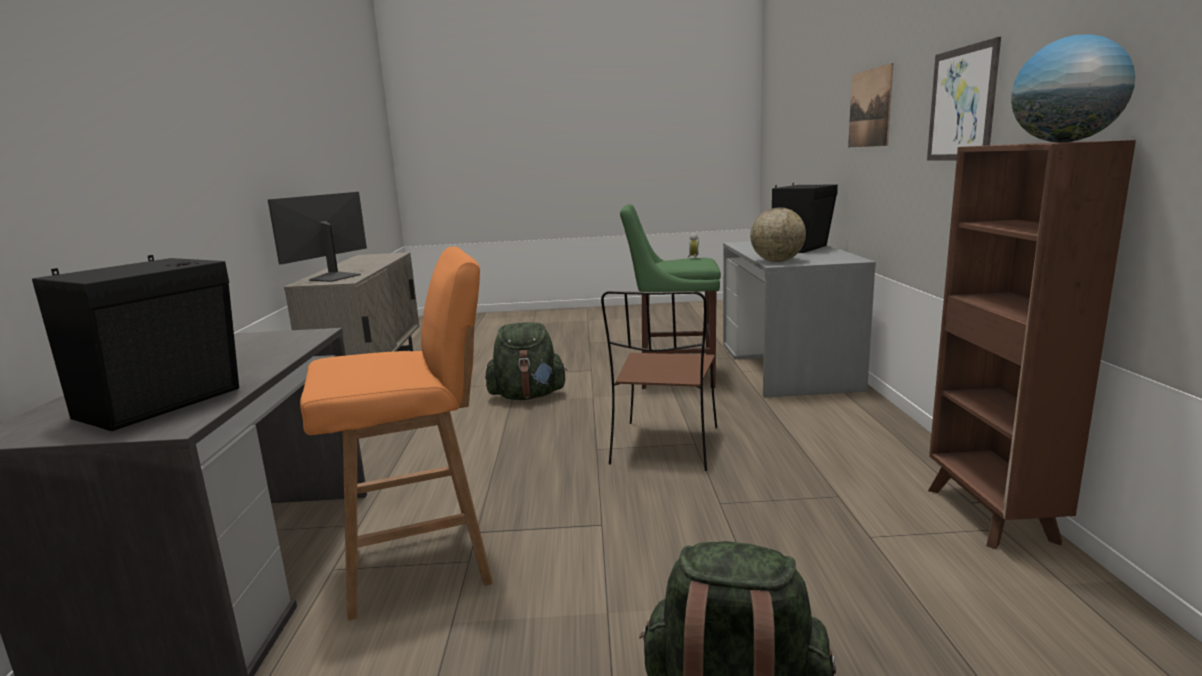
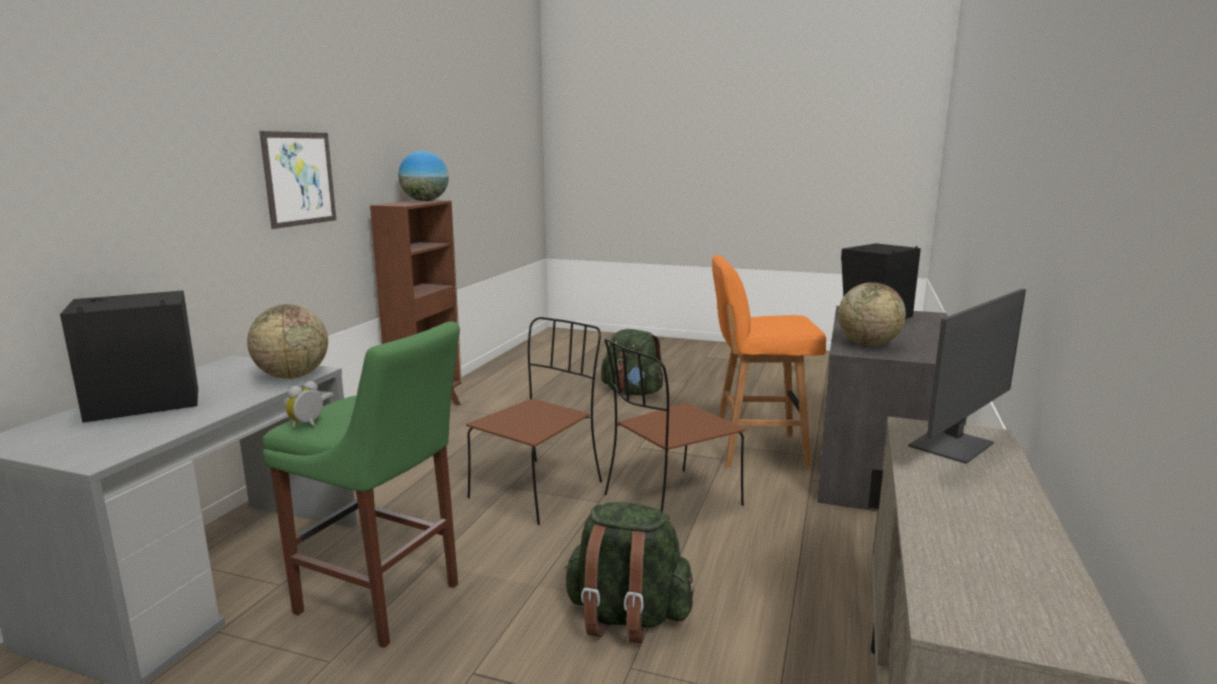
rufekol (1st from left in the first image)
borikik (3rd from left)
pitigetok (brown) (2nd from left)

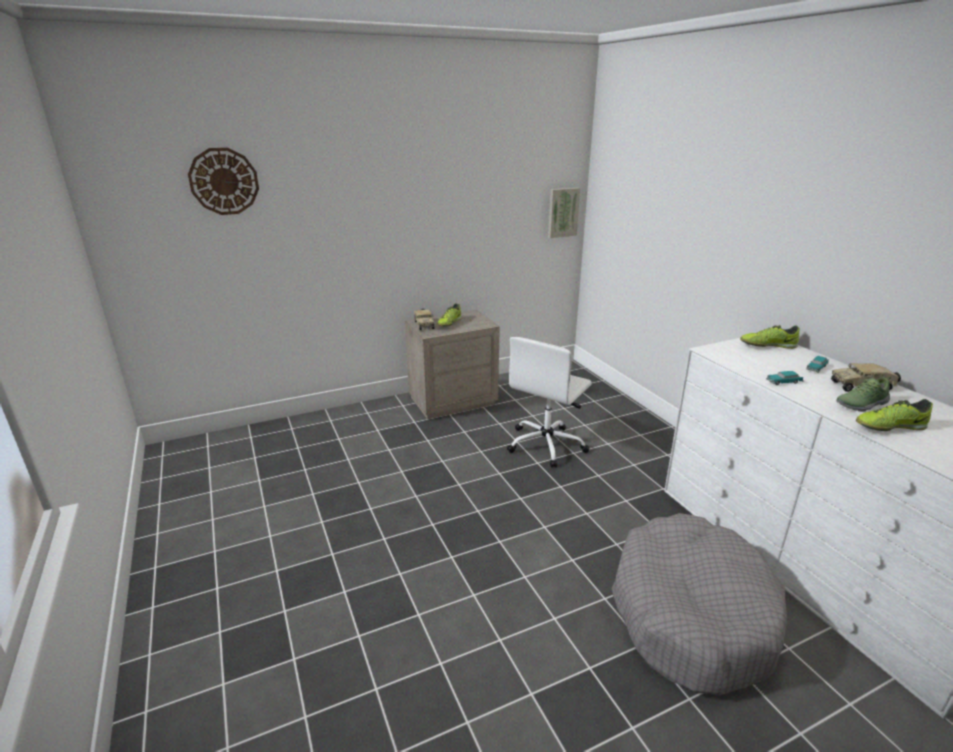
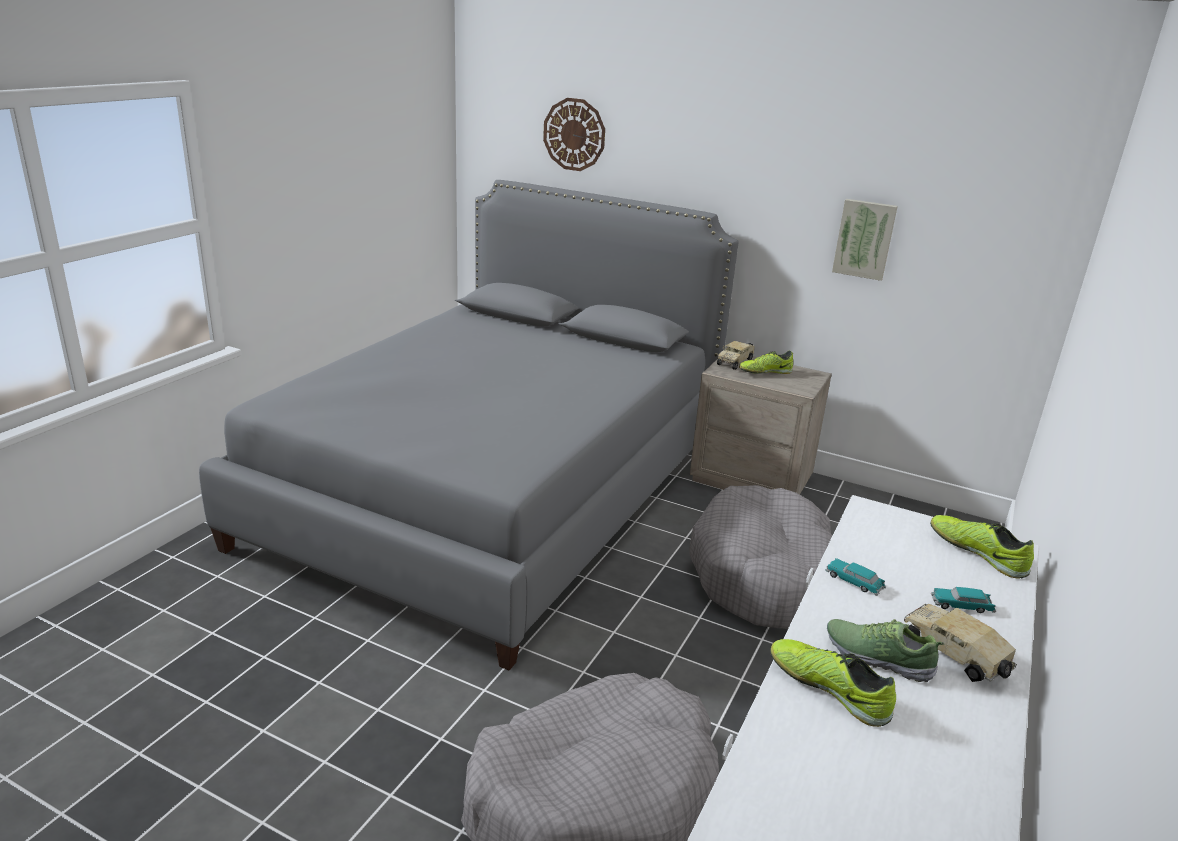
rufekol
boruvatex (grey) (2nd from left)
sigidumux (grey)

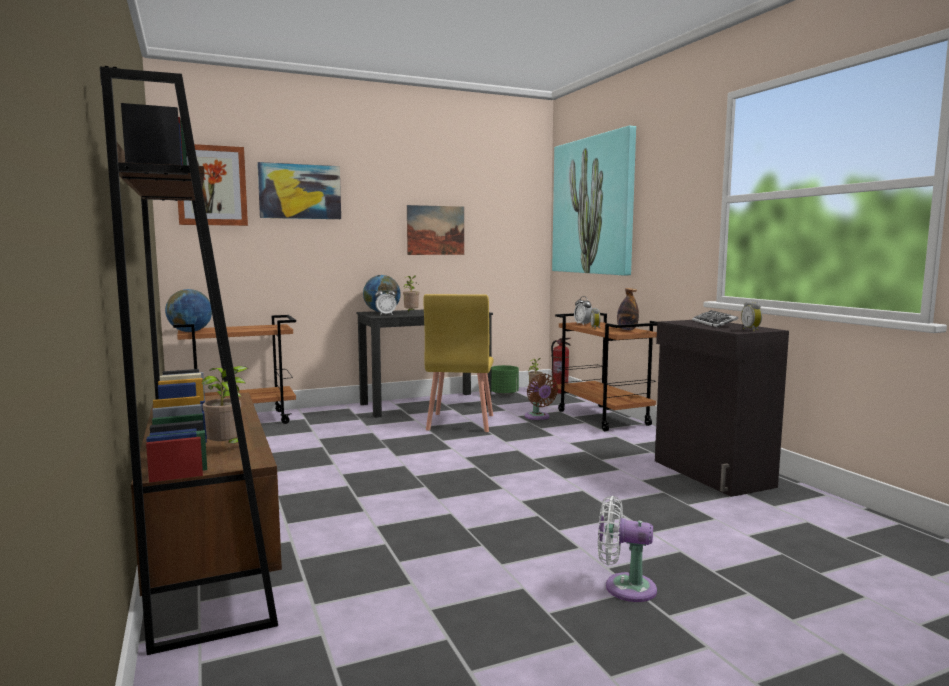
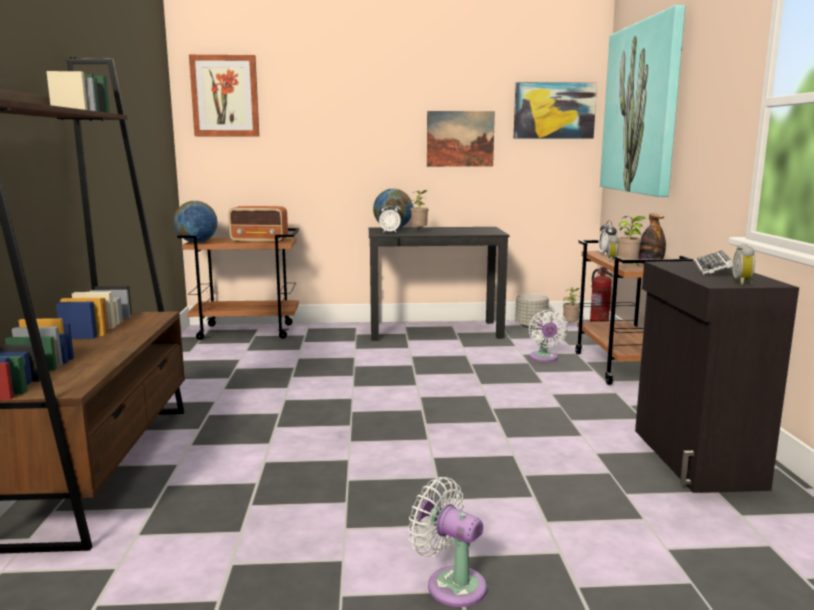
rufekol (3rd from left)
pitigetok (yellow)
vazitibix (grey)
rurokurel (3rd from left)
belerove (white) (2nd from left)
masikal

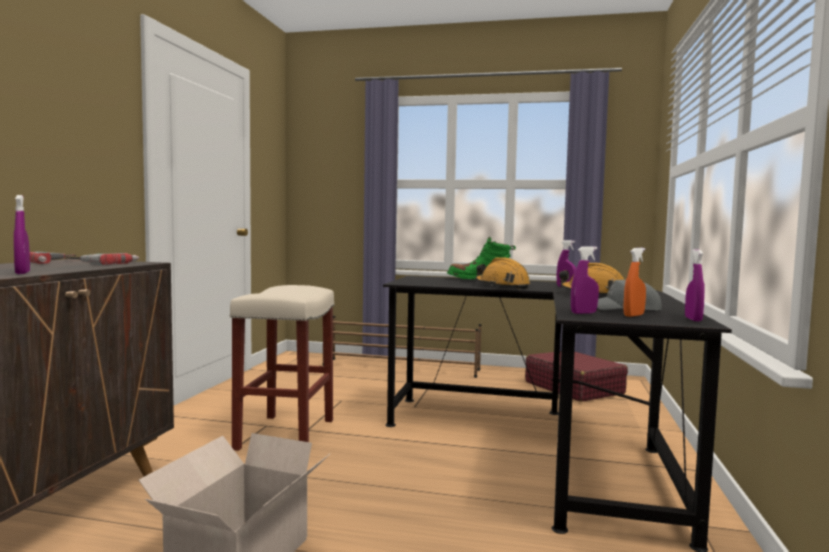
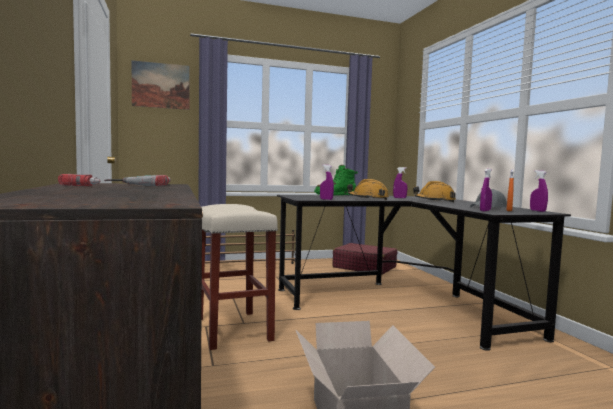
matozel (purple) (1st from left)
rufekol

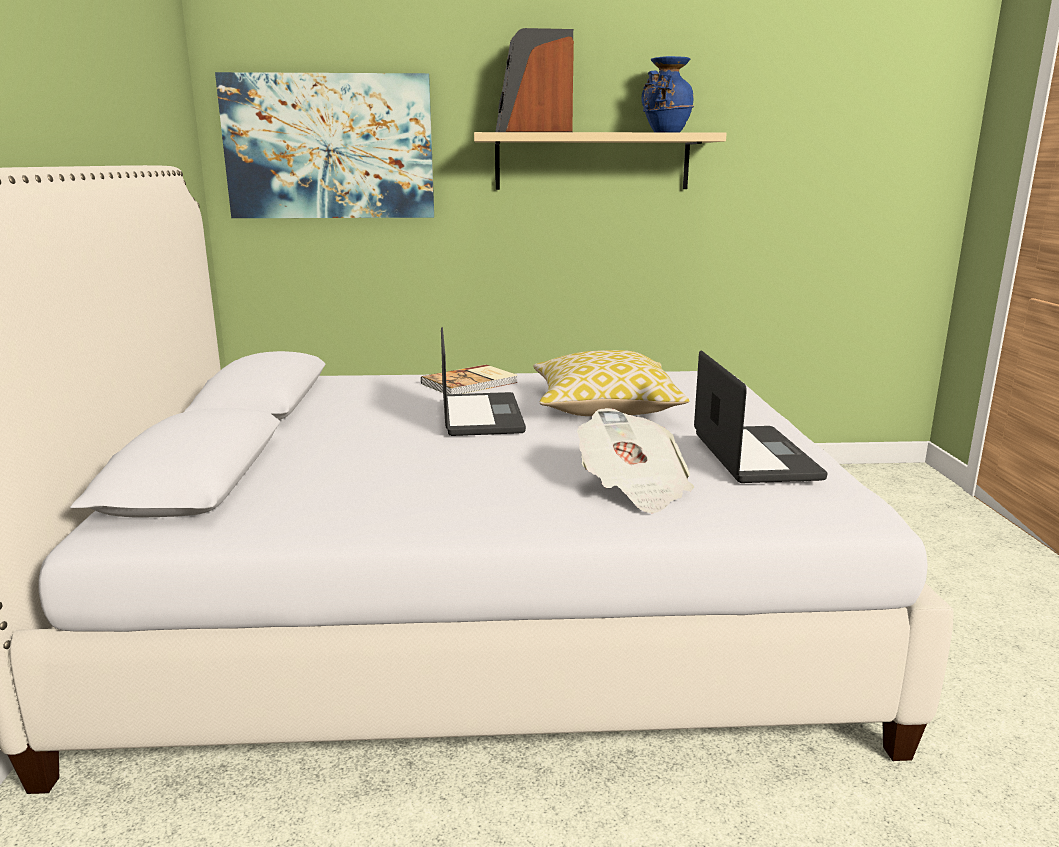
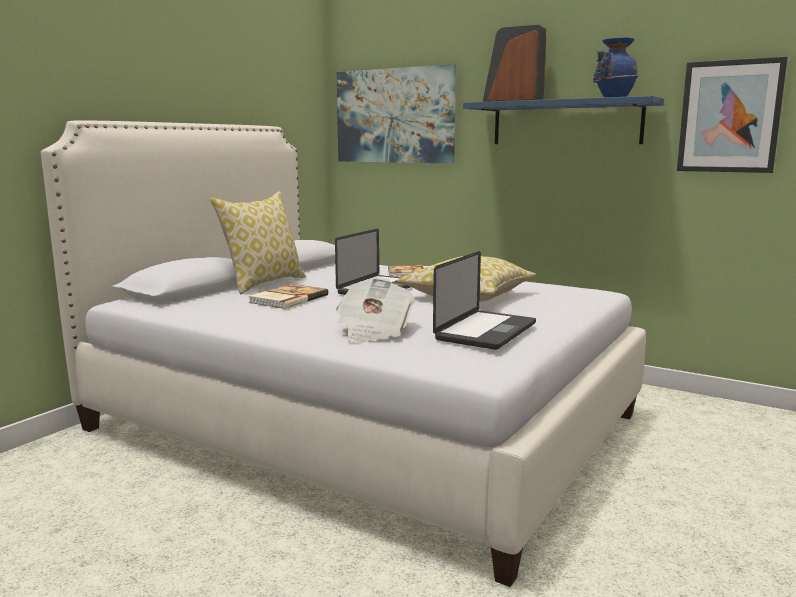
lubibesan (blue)
rufekol (2nd from left)
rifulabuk (1st from left)
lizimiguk (1st from left)

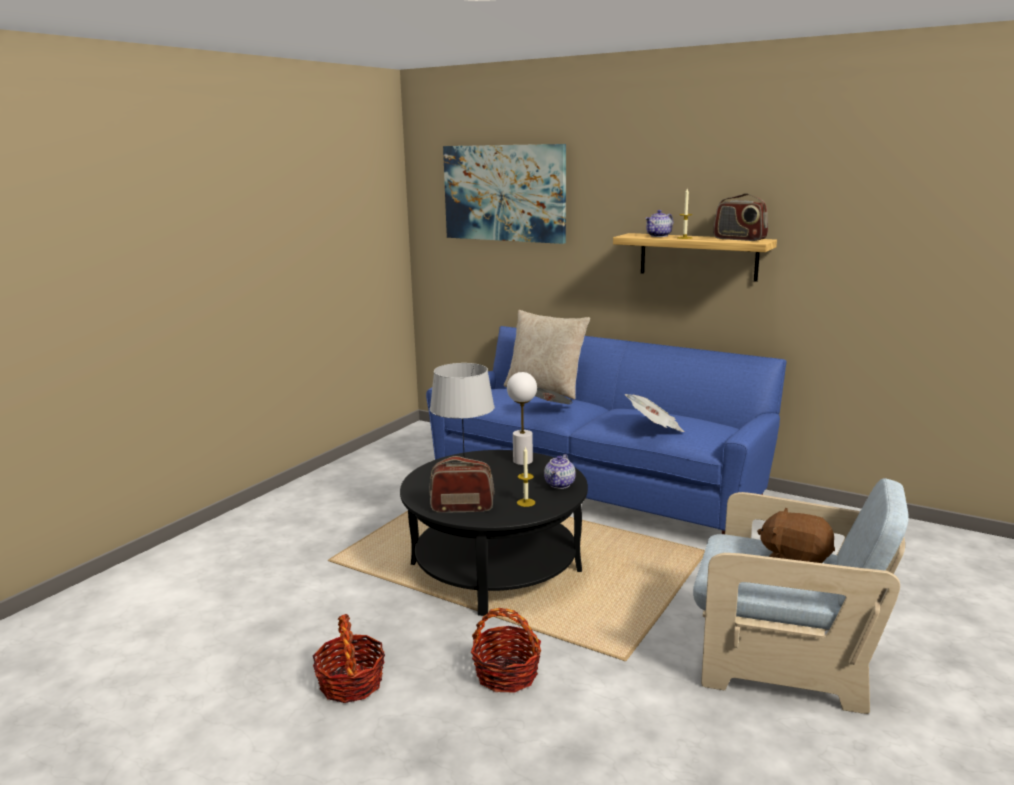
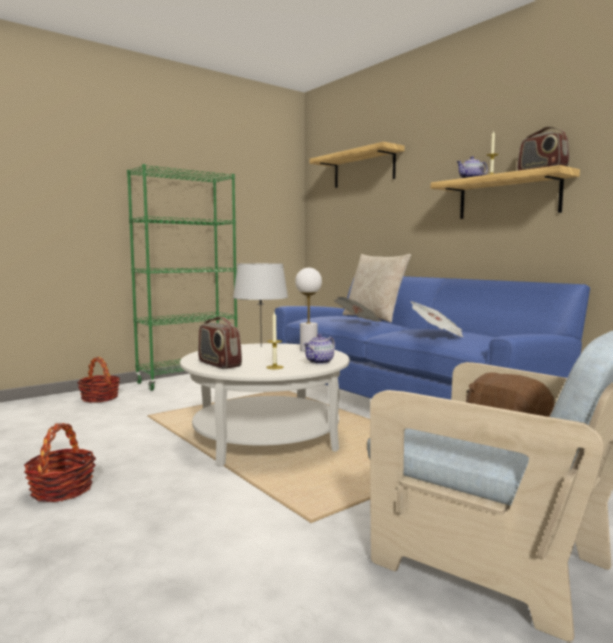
lubibesan (1st from left)
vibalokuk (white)
masikal (1st from left)
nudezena (2nd from left)
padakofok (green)

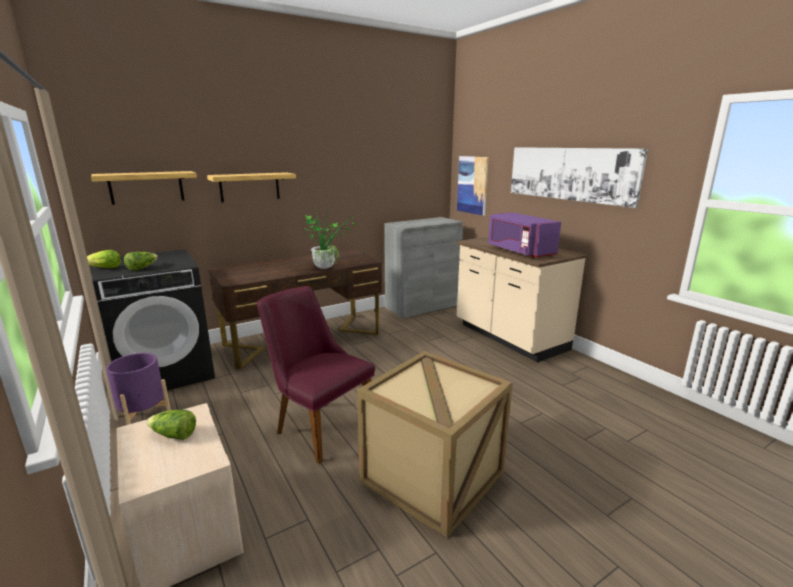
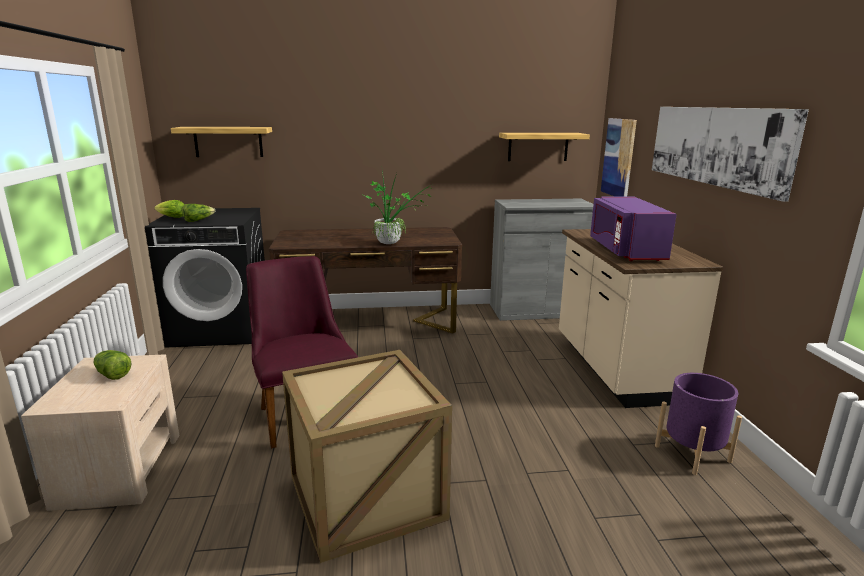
lubibesan (2nd from left)
vazitibix (purple)

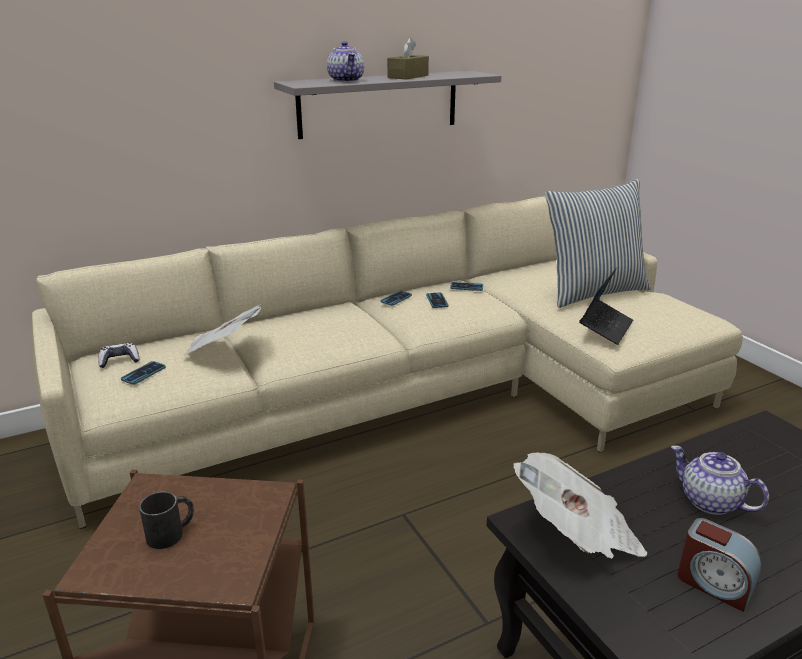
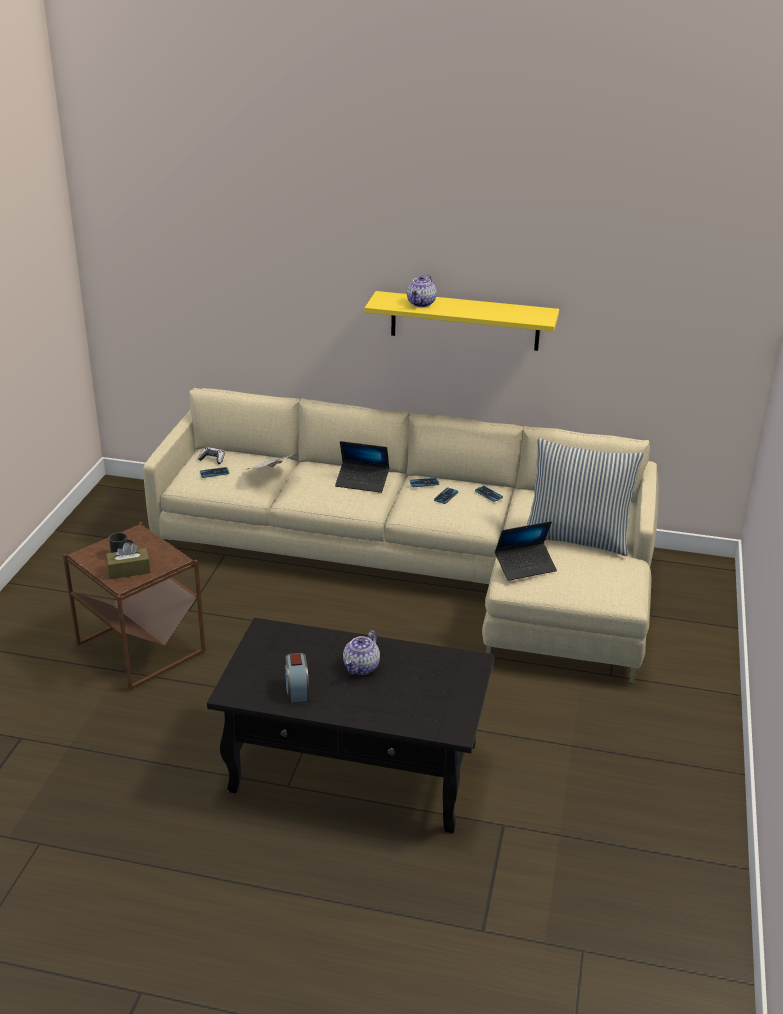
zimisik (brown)
lubibesan (yellow)
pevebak (1st from left)
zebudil (2nd from left in the first image)
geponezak (1st from left)

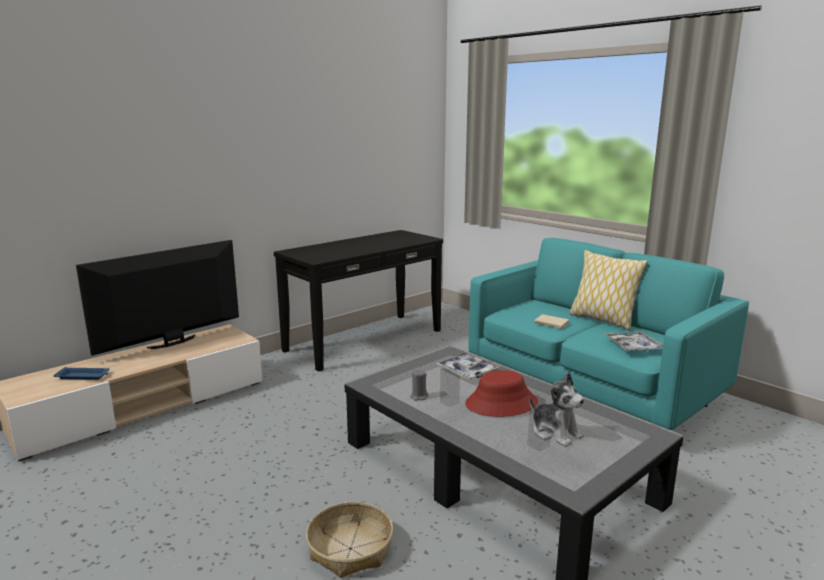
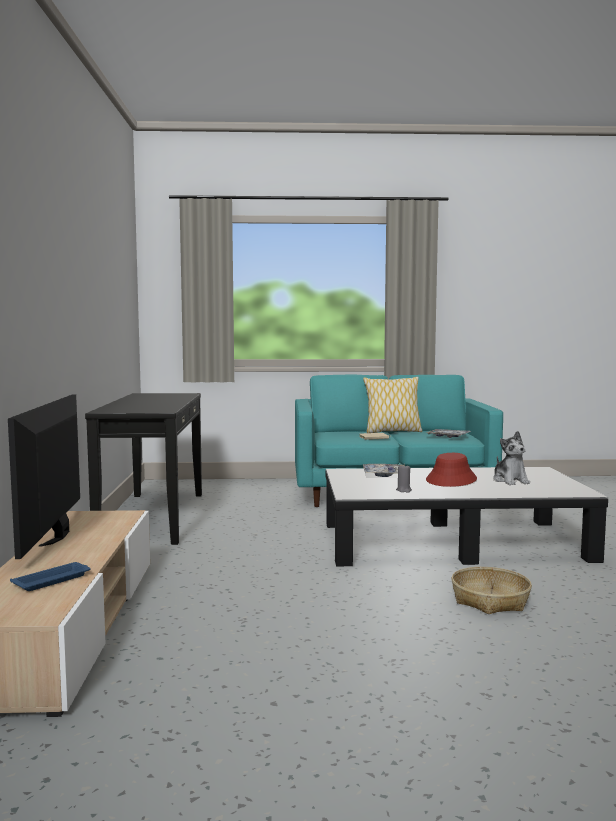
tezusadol

